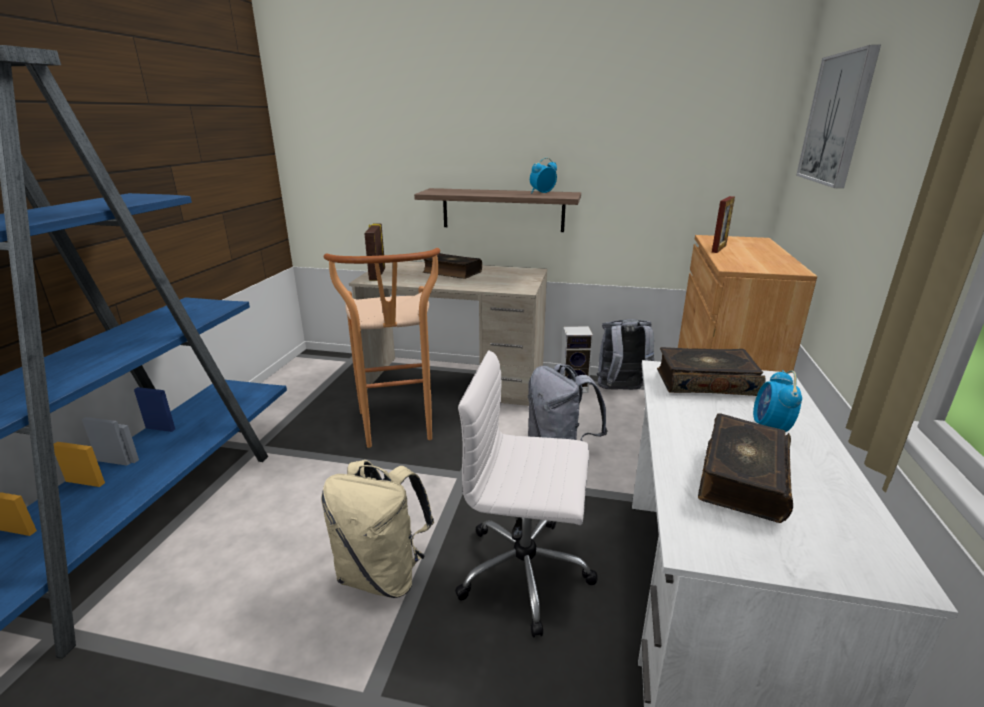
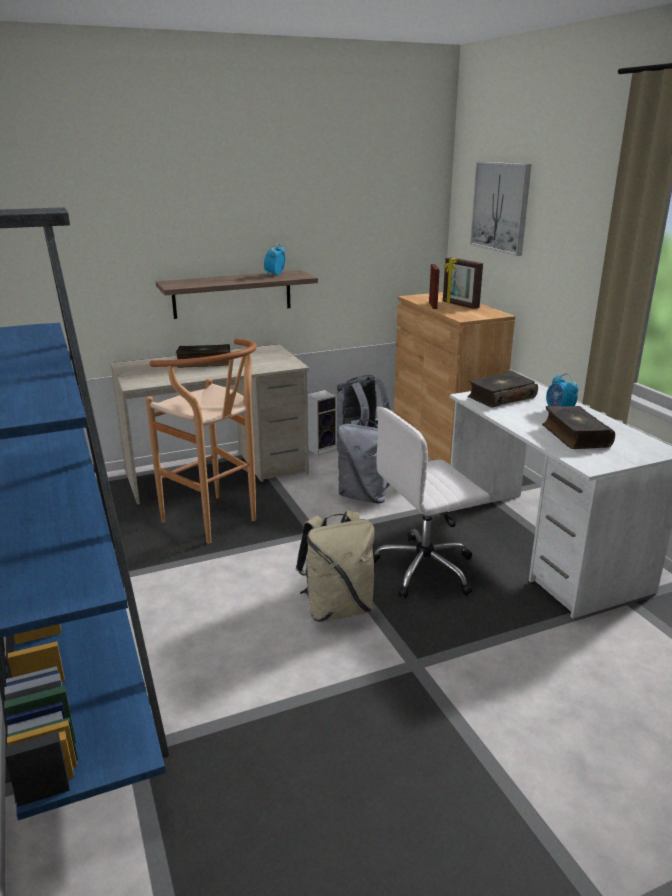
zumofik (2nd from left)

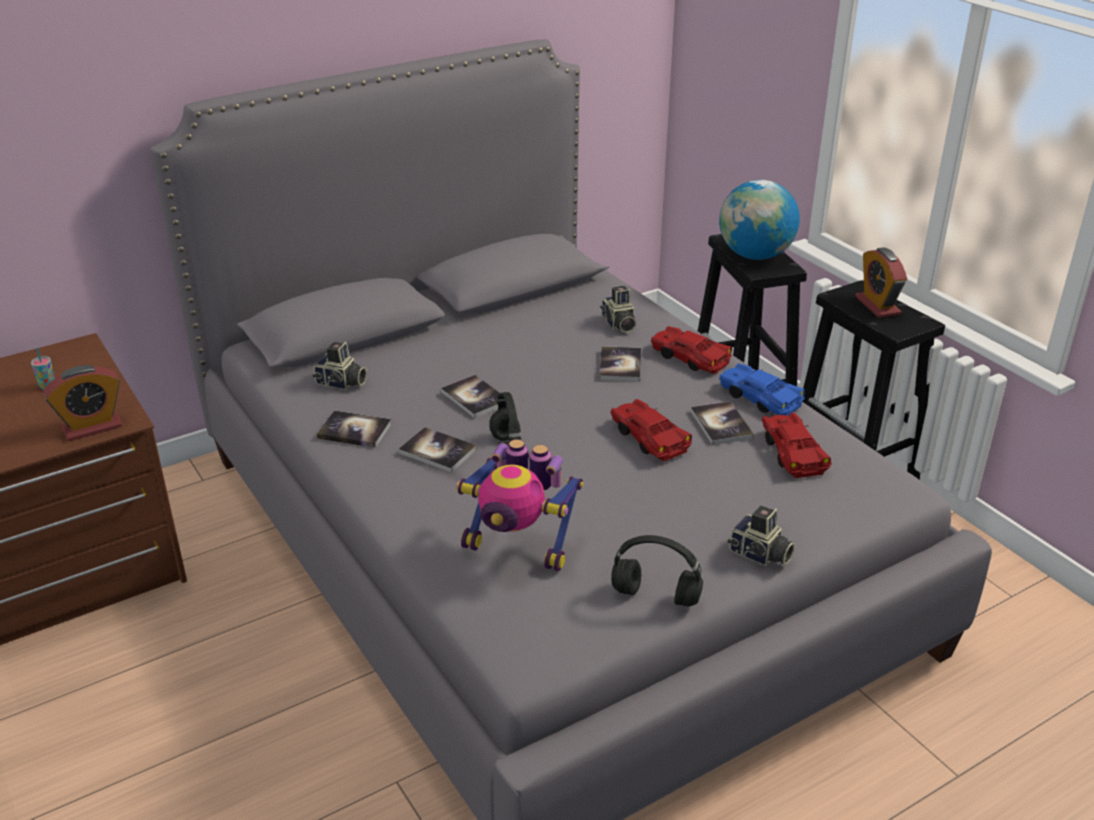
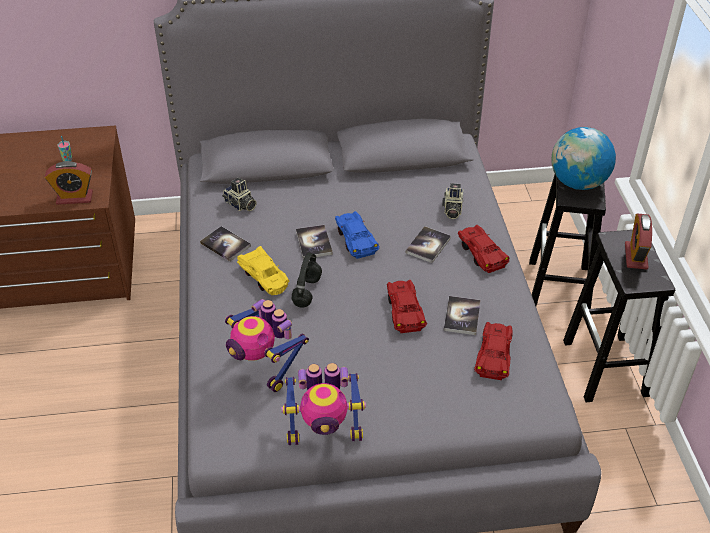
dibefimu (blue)
dibefimu (yellow)
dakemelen (3rd from left in the first image)
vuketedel (2nd from left)

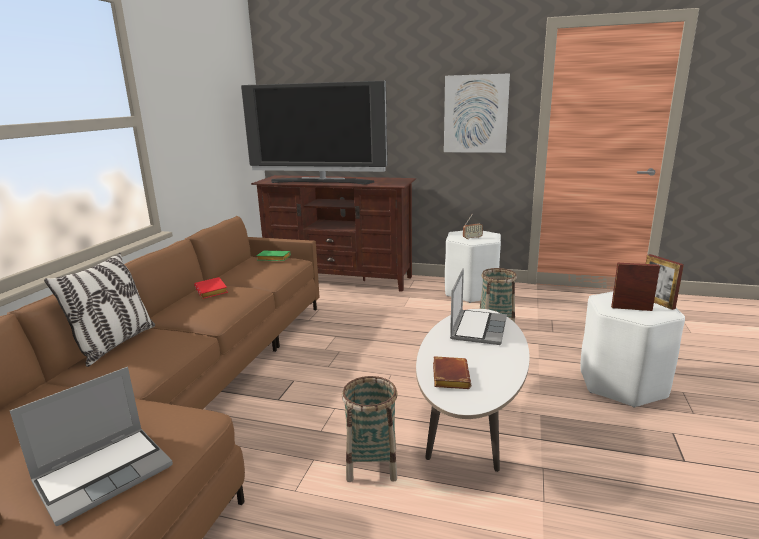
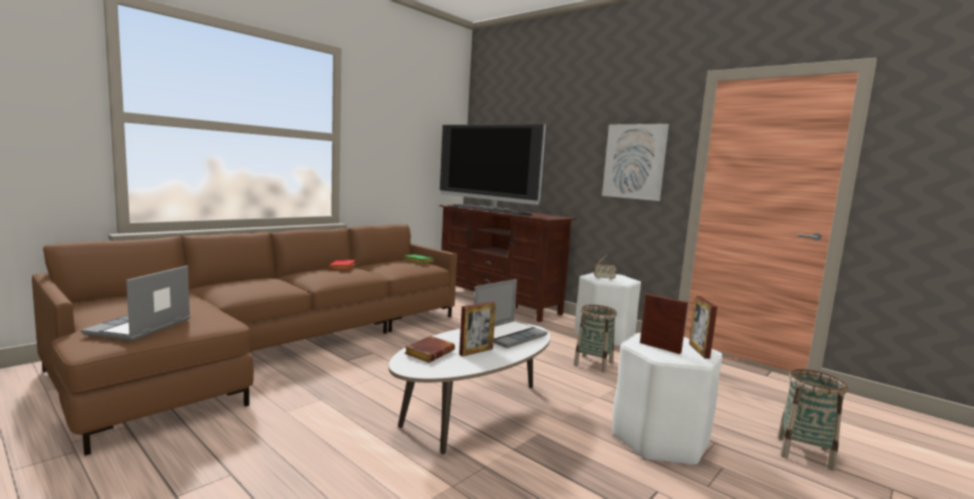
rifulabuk
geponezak (1st from left)
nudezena (2nd from left)
zumofik (1st from left)

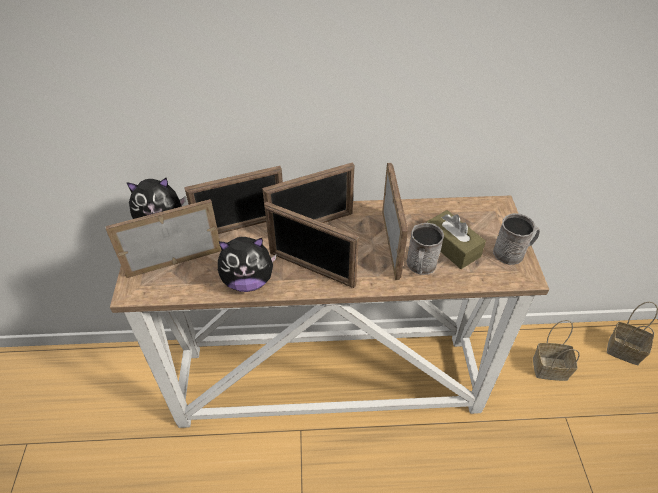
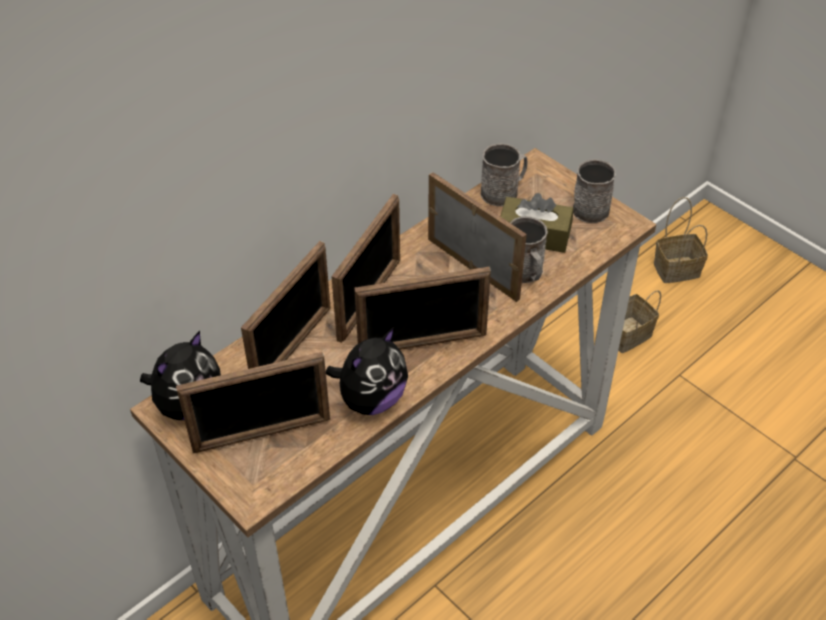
zumofik (1st from left)
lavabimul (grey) (1st from left)

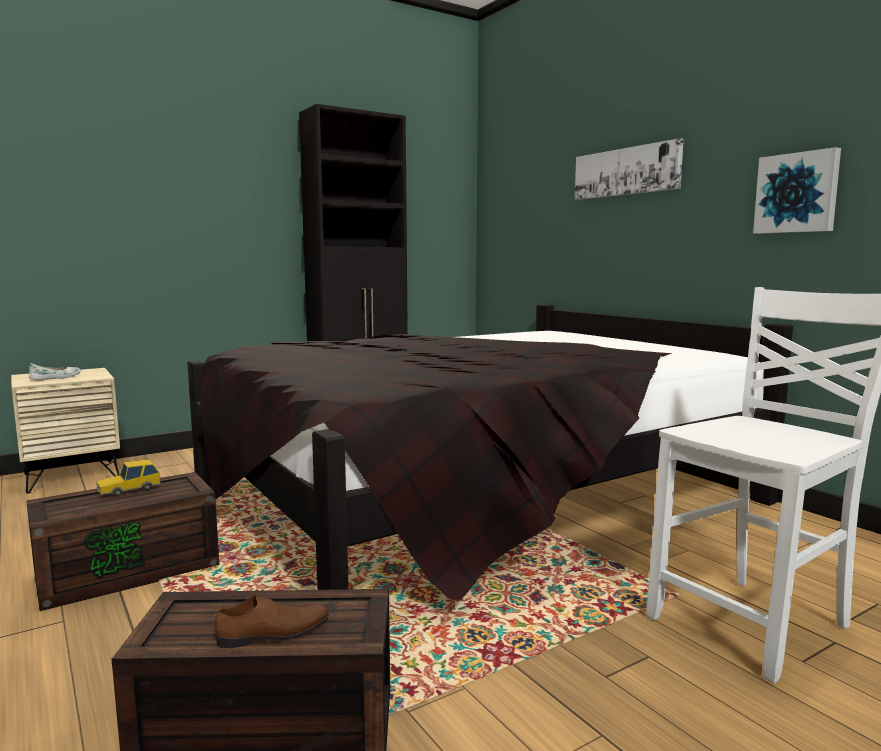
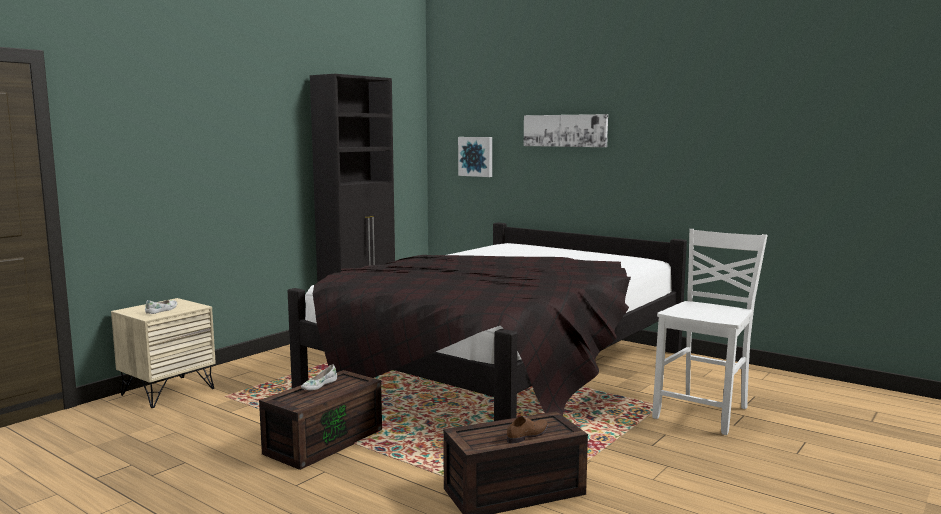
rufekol (1st from left)
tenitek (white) (2nd from left)

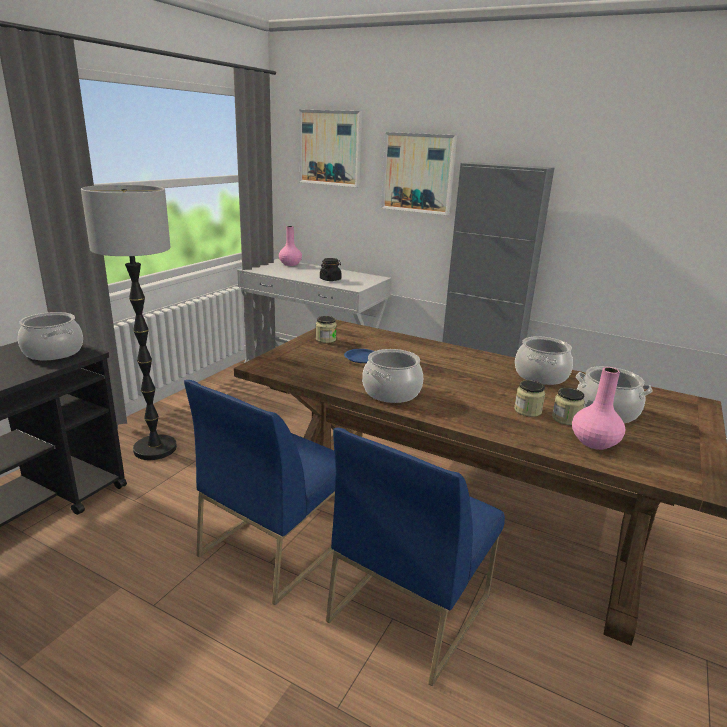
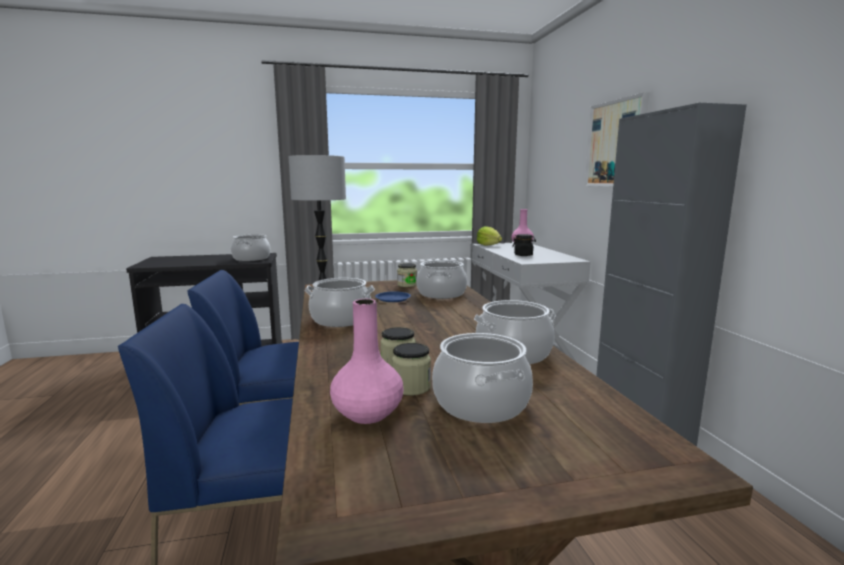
rufekol (1st from left in the first image)
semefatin
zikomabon (3rd from left)

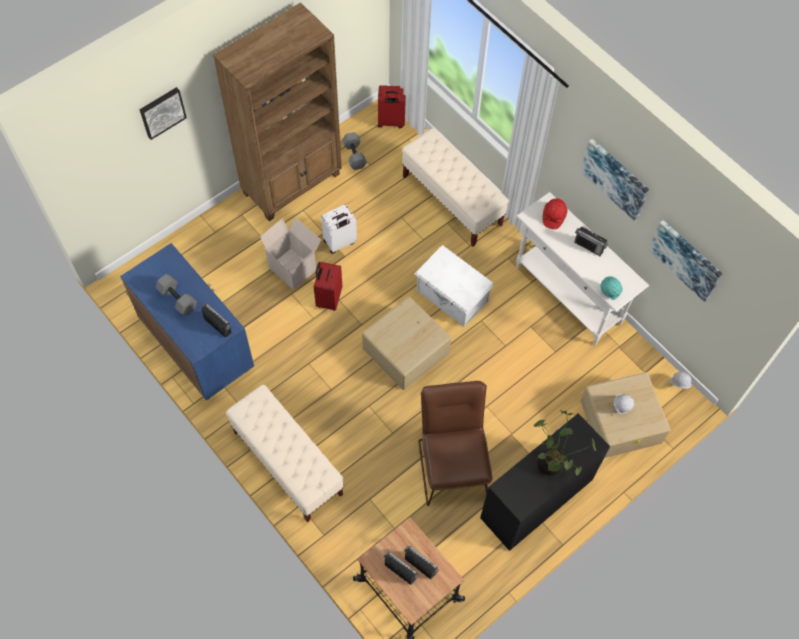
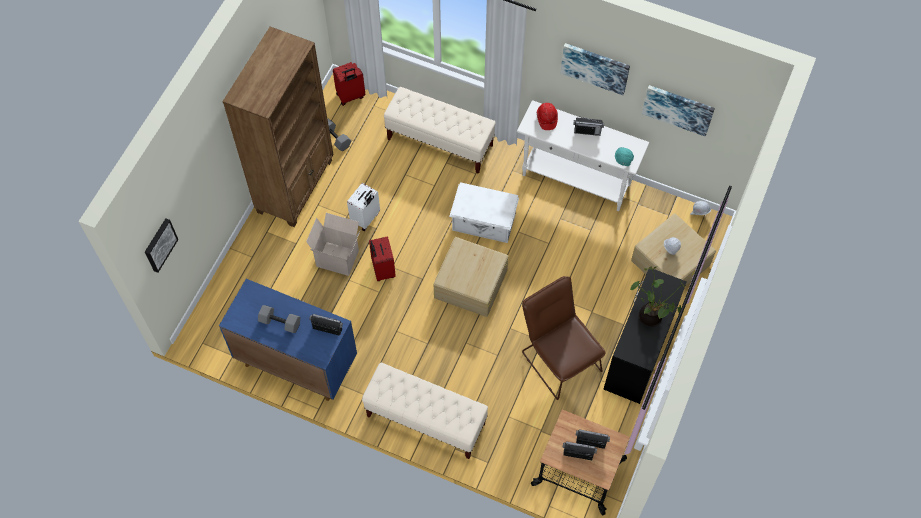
rufekol (1st from left)

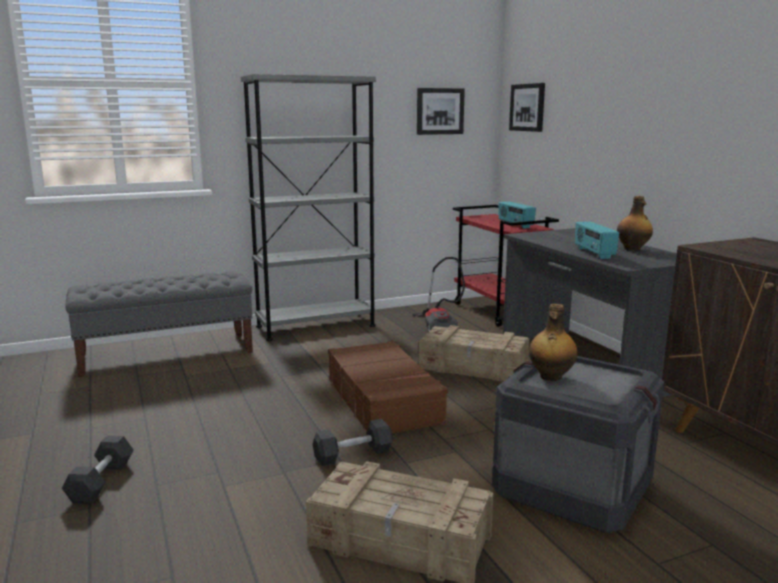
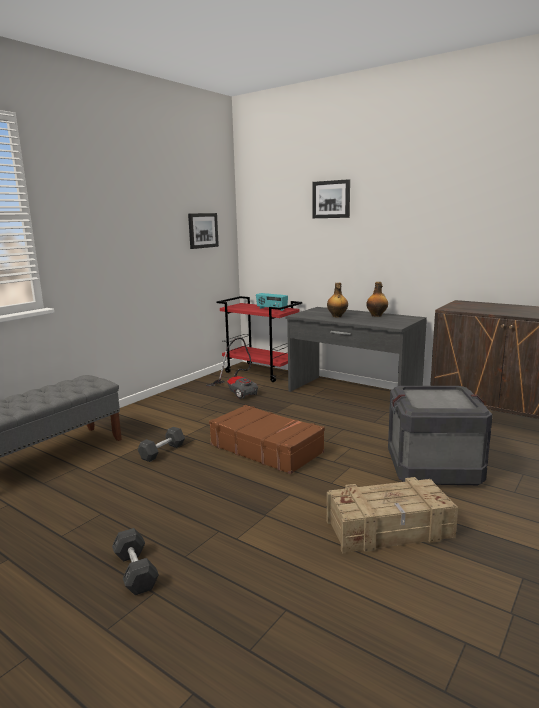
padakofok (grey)
rufekol (2nd from left)
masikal (2nd from left in the first image)
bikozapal (1st from left)
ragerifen (2nd from left in the first image)
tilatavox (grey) (2nd from left)

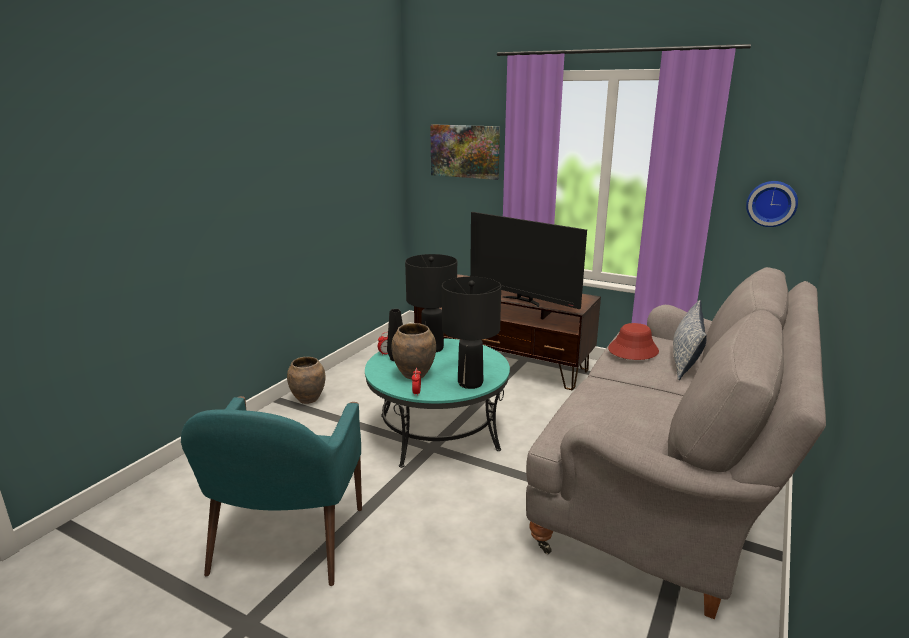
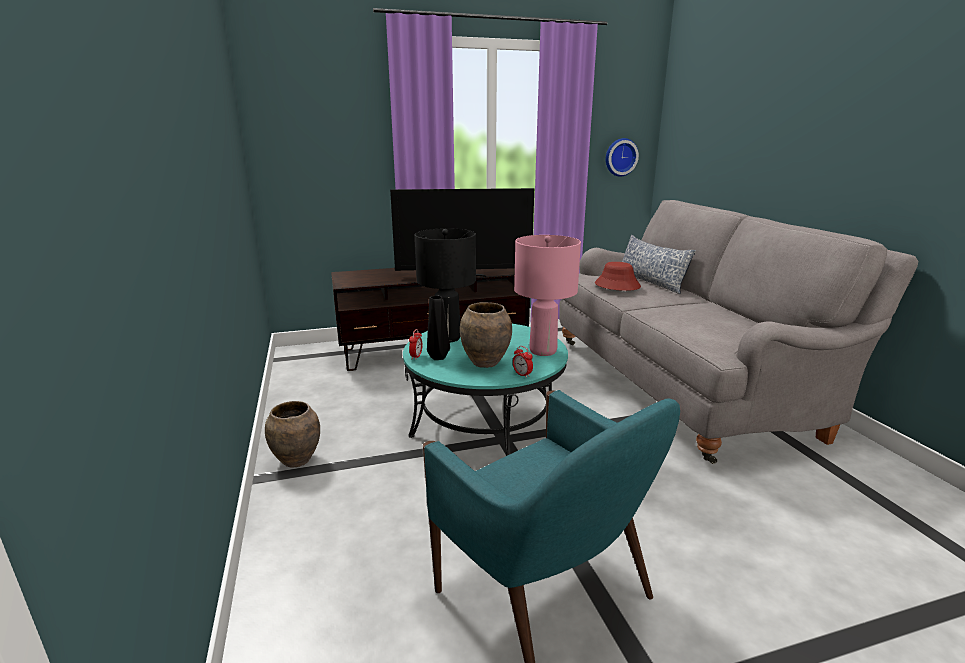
rufekol
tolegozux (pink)

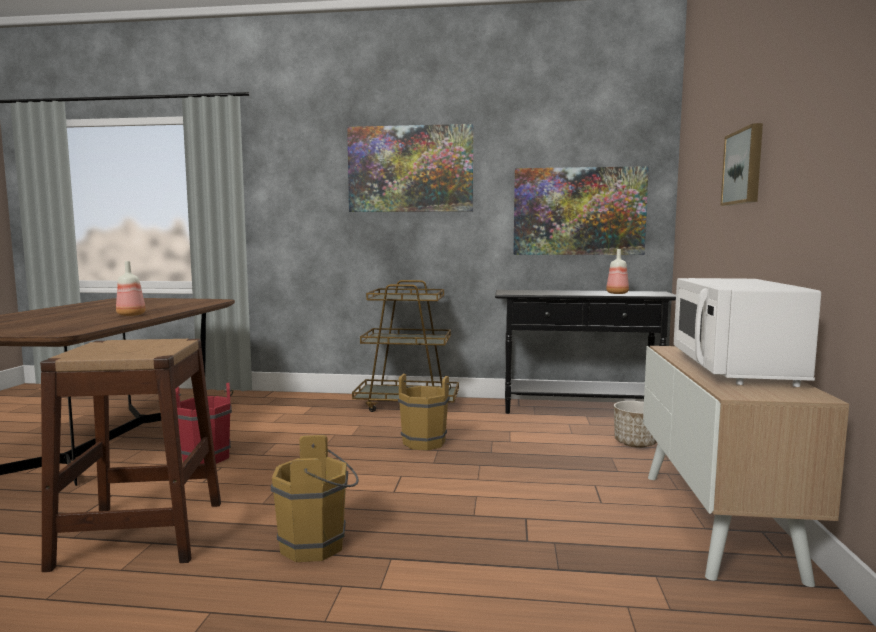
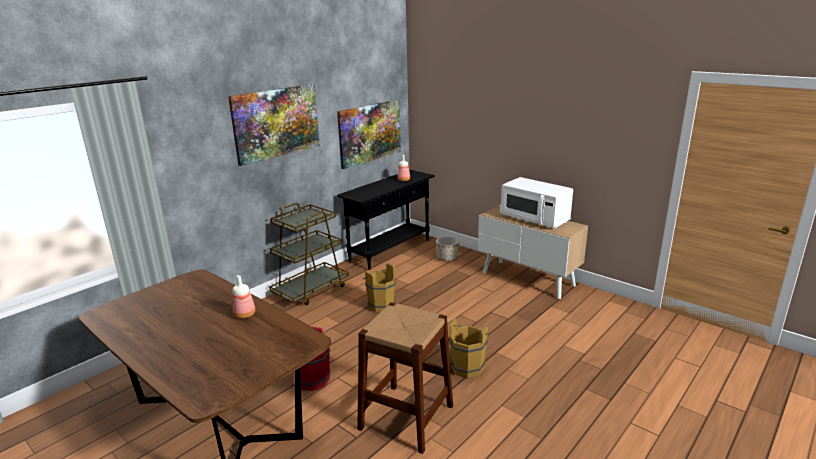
rufekol (3rd from left in the first image)

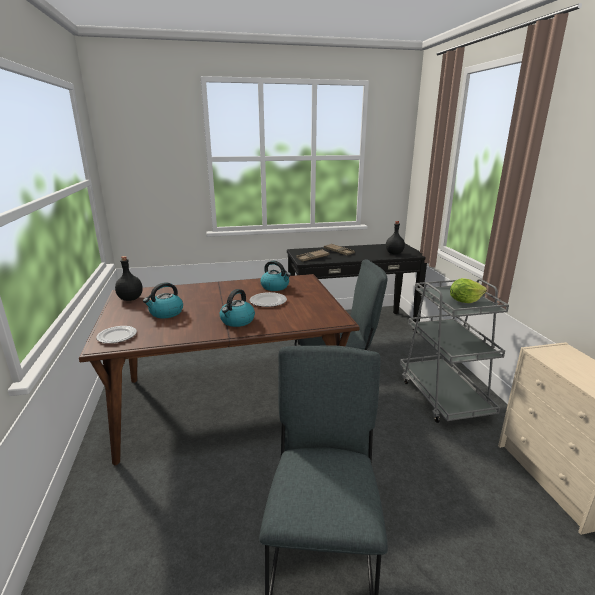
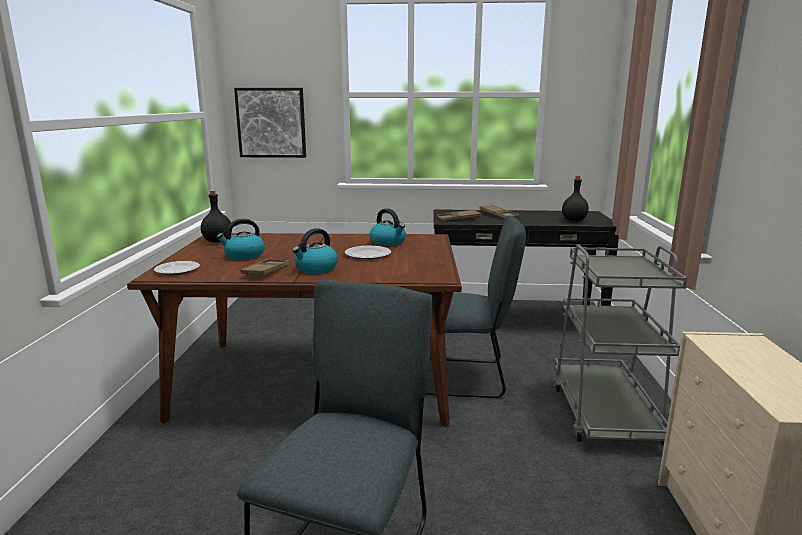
semefatin
rufekol
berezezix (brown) (1st from left)

